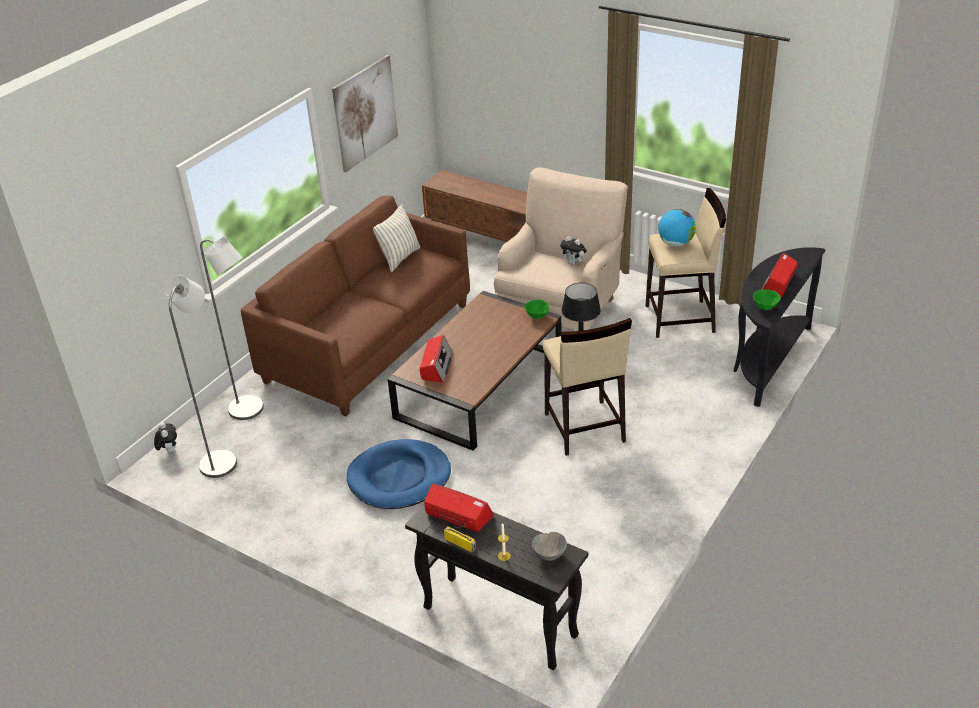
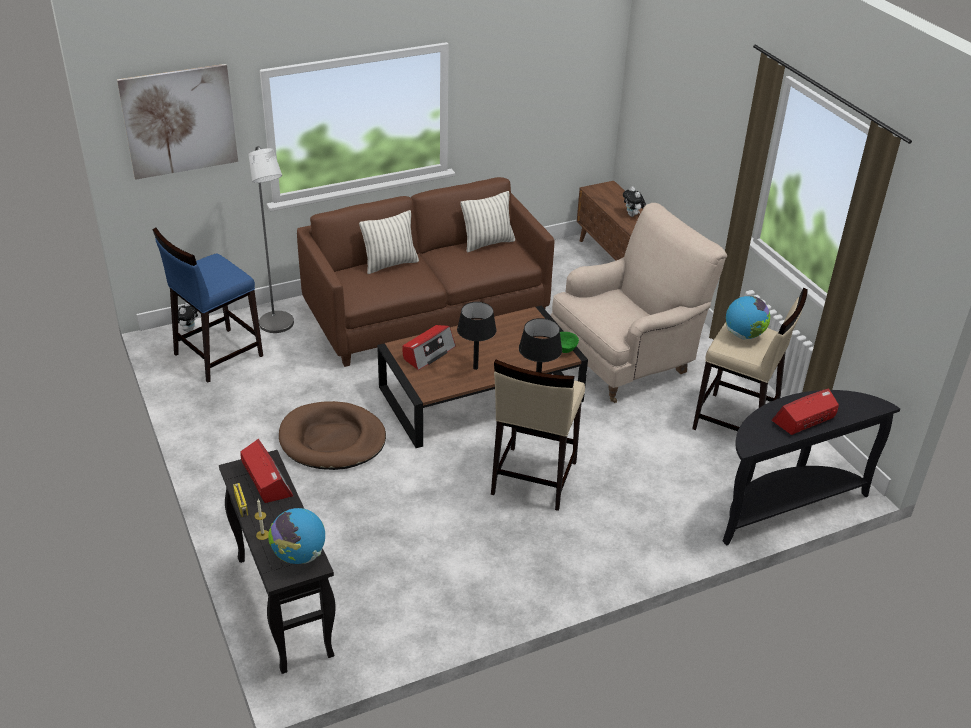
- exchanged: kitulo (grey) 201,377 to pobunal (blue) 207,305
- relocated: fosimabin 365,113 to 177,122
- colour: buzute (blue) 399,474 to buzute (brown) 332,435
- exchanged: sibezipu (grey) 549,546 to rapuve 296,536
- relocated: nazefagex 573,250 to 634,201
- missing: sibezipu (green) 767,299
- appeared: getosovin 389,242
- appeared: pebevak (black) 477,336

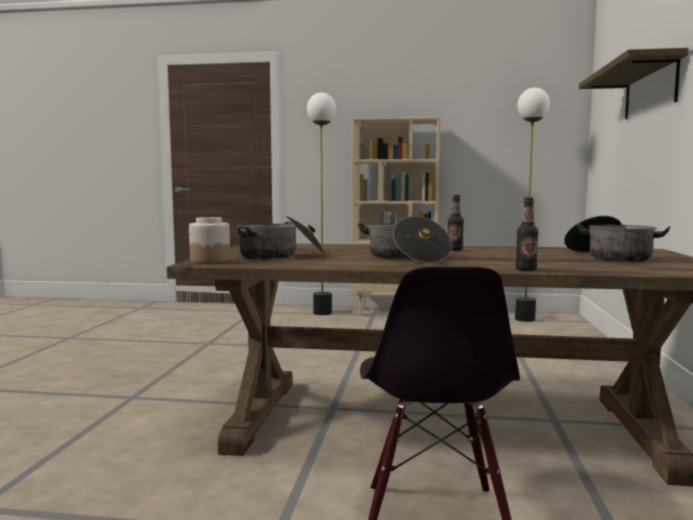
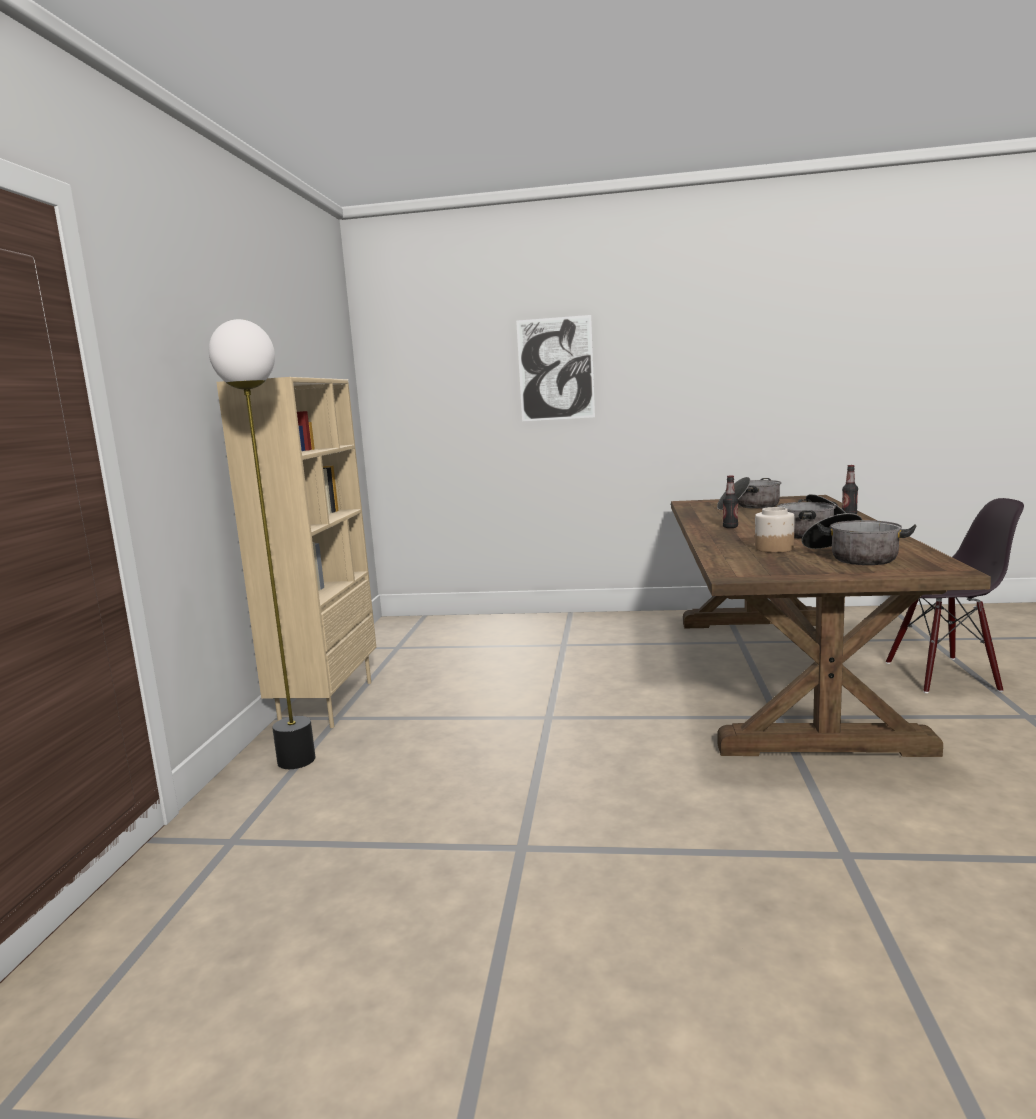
- relocated: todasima 209,240 to 775,530
- missing: kitulo 532,204
- exchanged: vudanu 634,83 to fosimabin 555,368

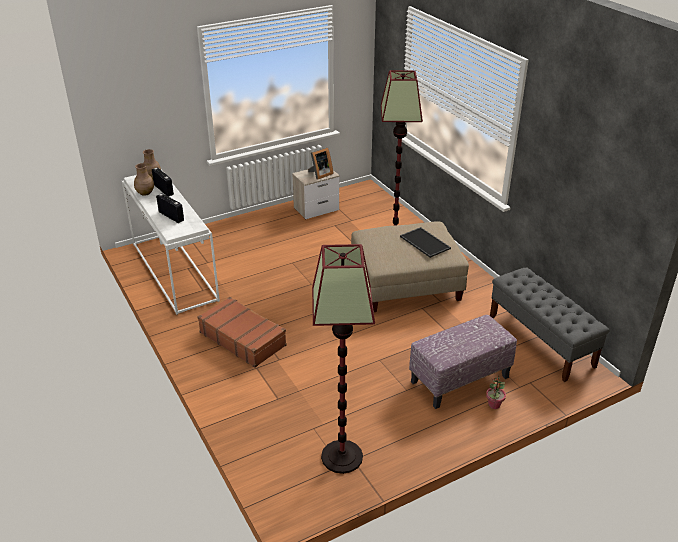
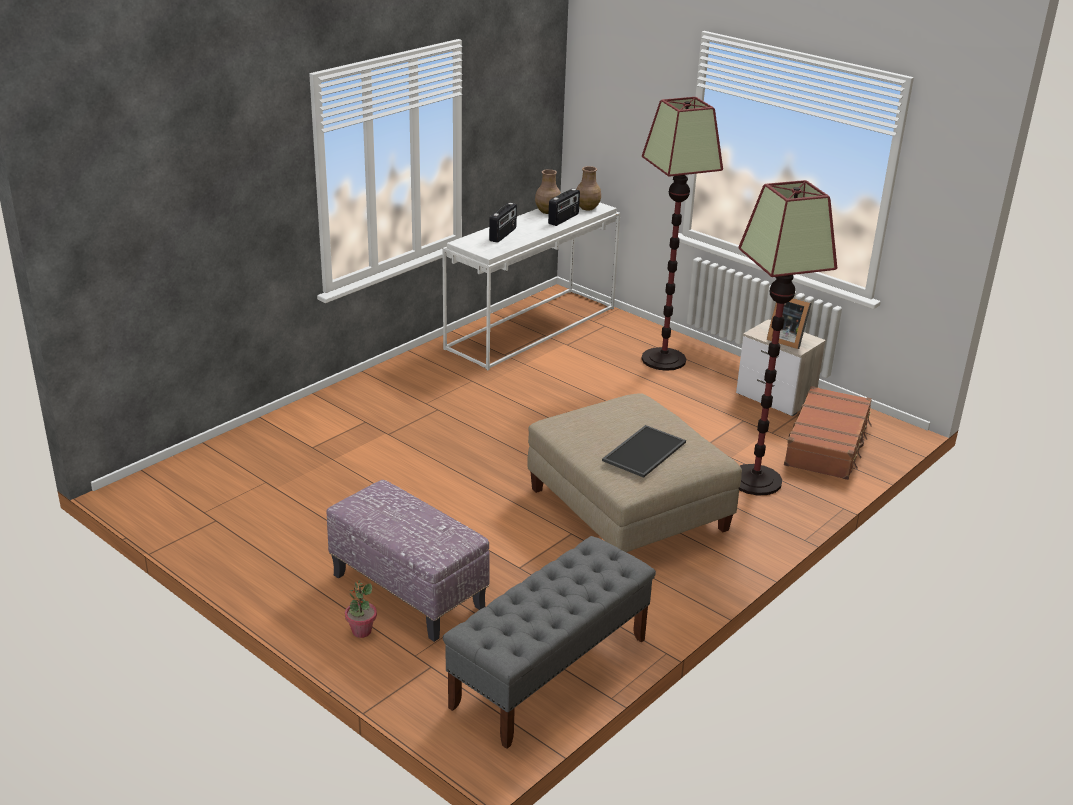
- relocated: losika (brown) 242,332 to 828,433
- relocated: kitulo 343,359 to 682,234

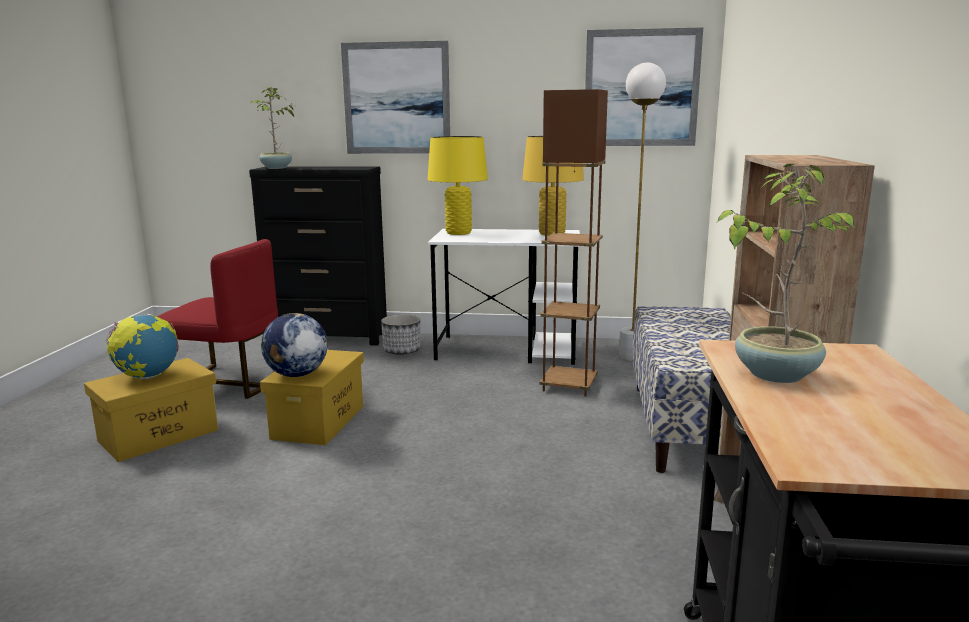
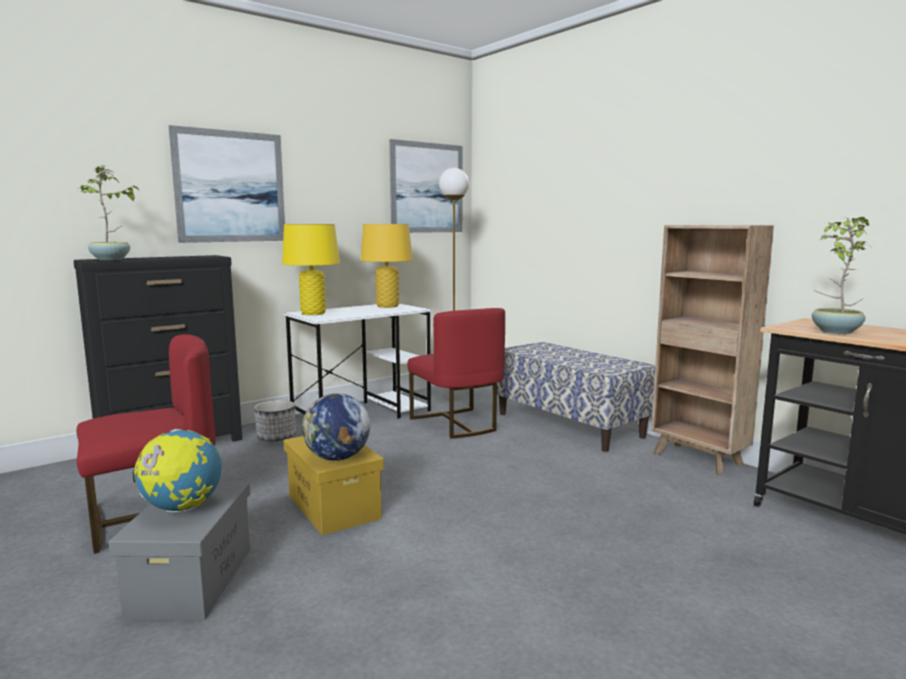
- colour: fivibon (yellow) 151,410 to fivibon (grey) 179,551
- exchanged: kitulo (brown) 574,242 to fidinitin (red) 456,373

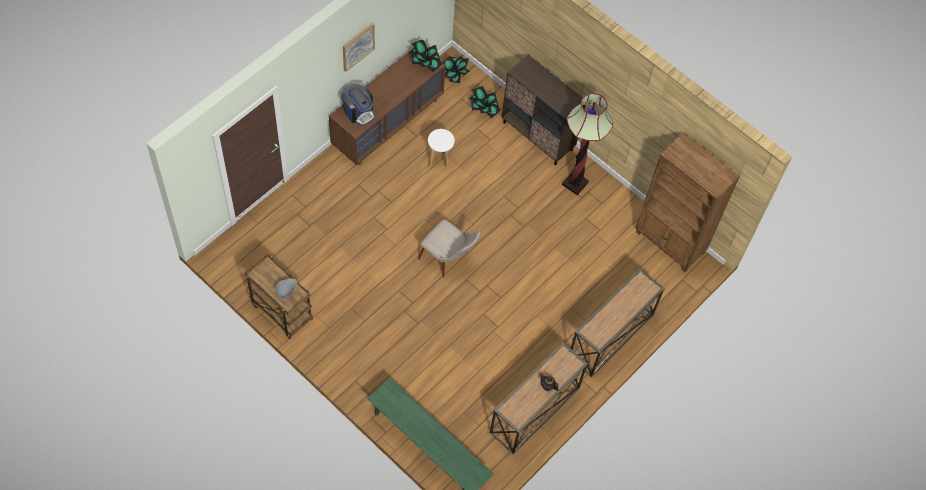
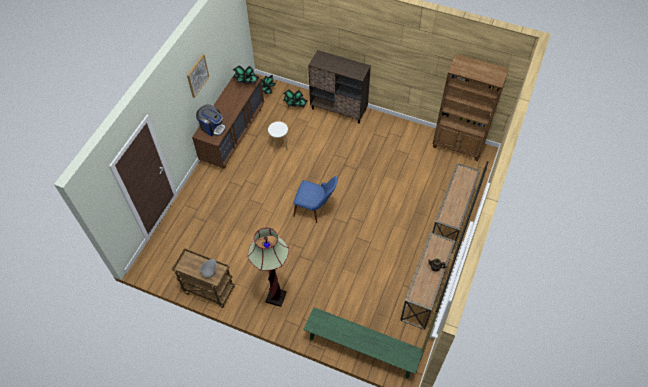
- colour: fidinitin (beige) 449,248 to fidinitin (blue) 315,199
- relocated: kitulo 587,144 to 268,267

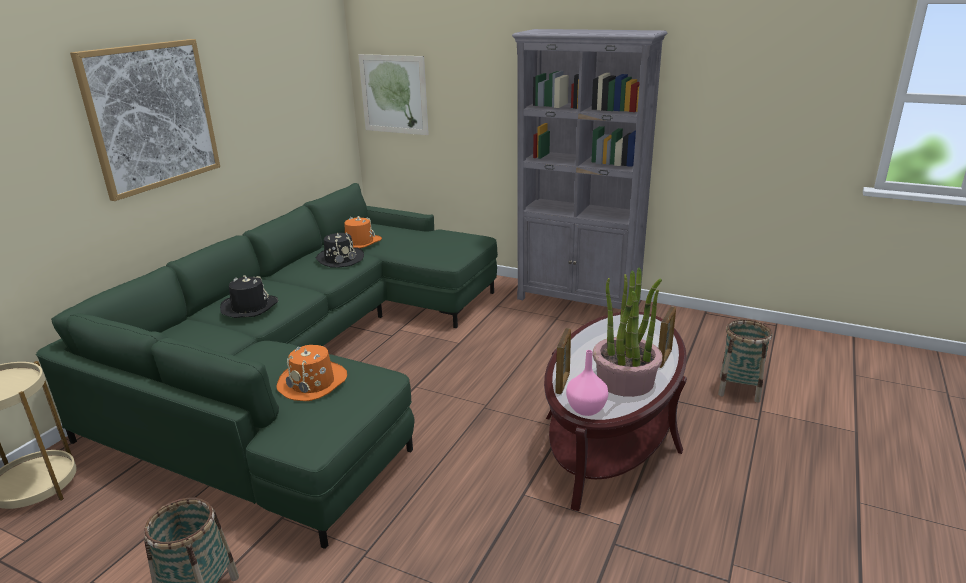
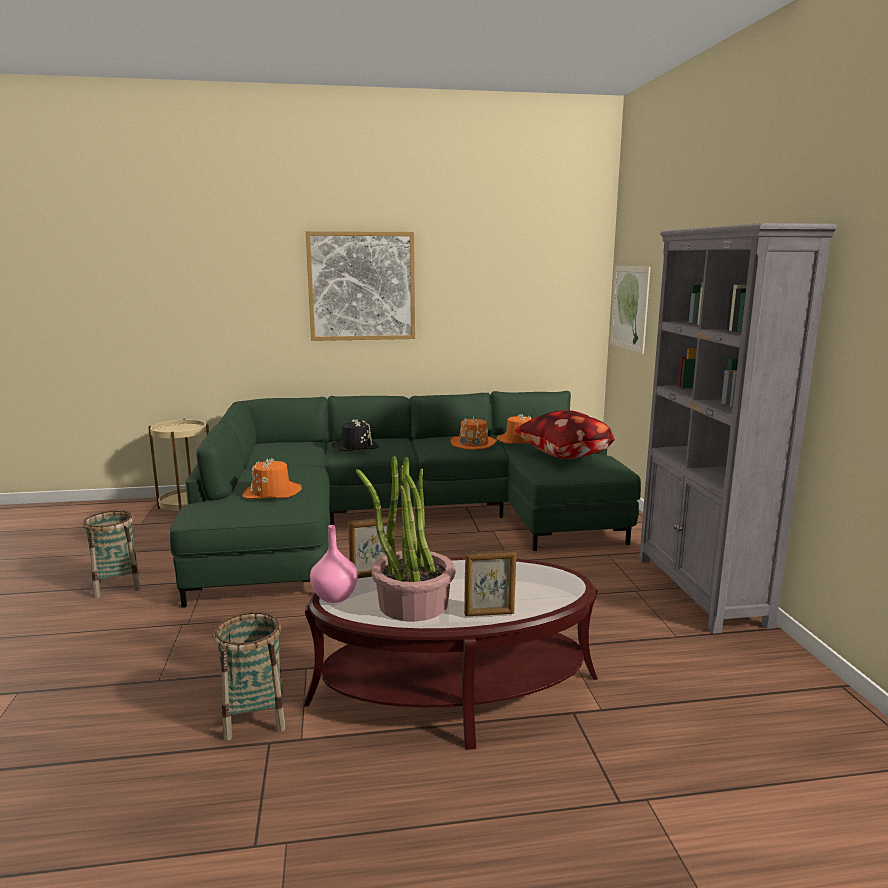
- colour: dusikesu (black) 340,250 to dusikesu (orange) 473,433
- relocated: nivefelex 745,361 to 250,676
- appeared: getosovin 564,434

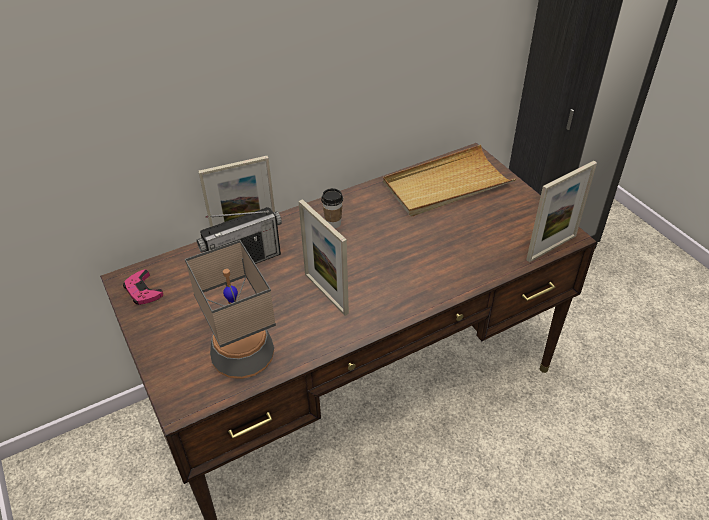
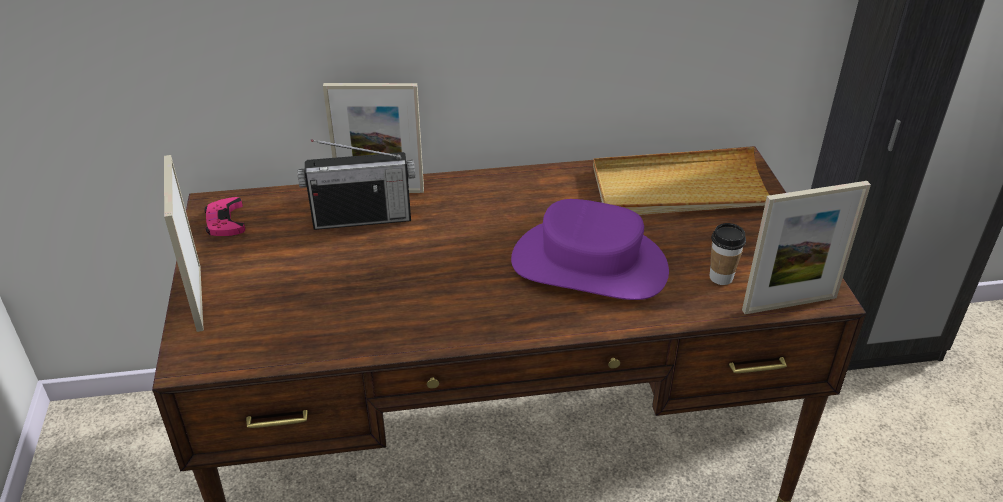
- missing: pebevak 230,309
- relocated: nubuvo 324,257 to 184,243
- relocated: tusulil 332,208 to 728,254
- appeared: dusikesu (purple) 590,249

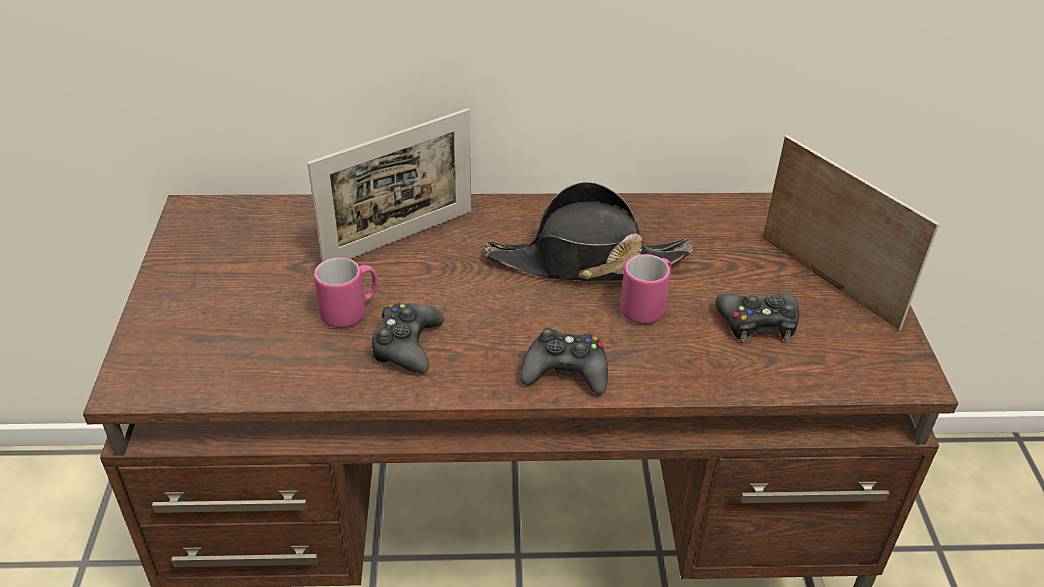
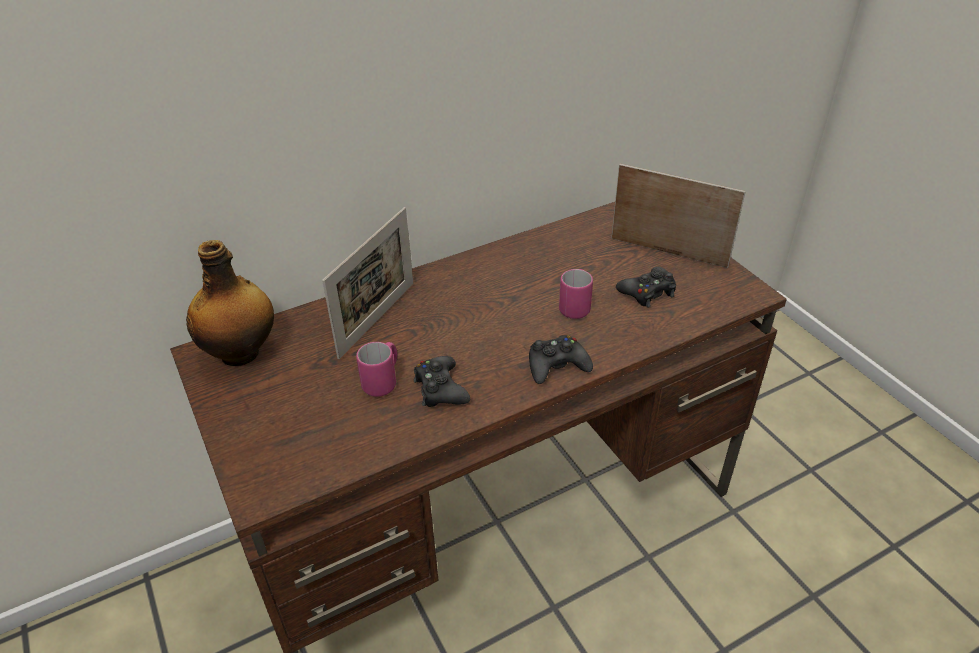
- missing: dusikesu (black) 588,231
- appeared: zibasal 230,303

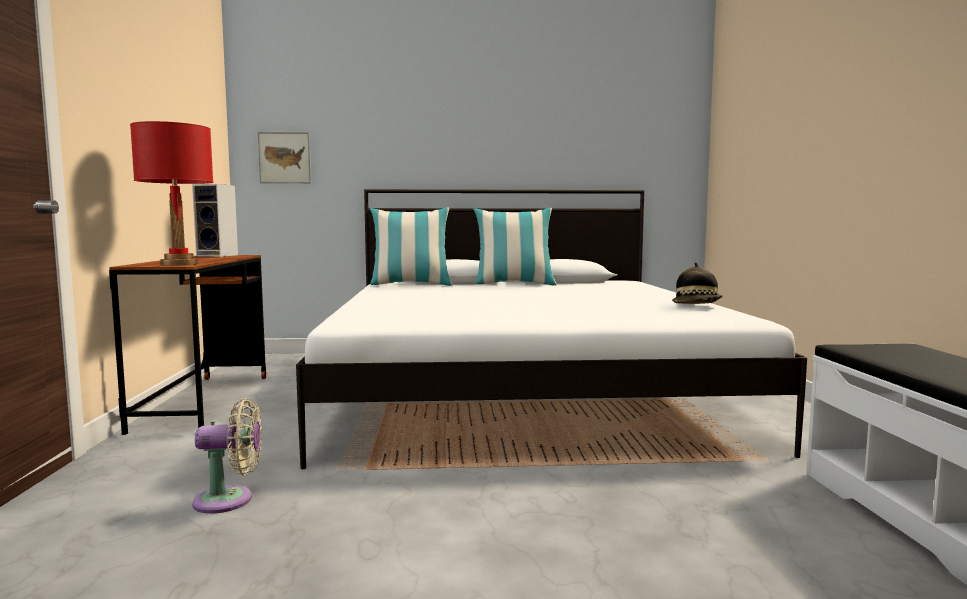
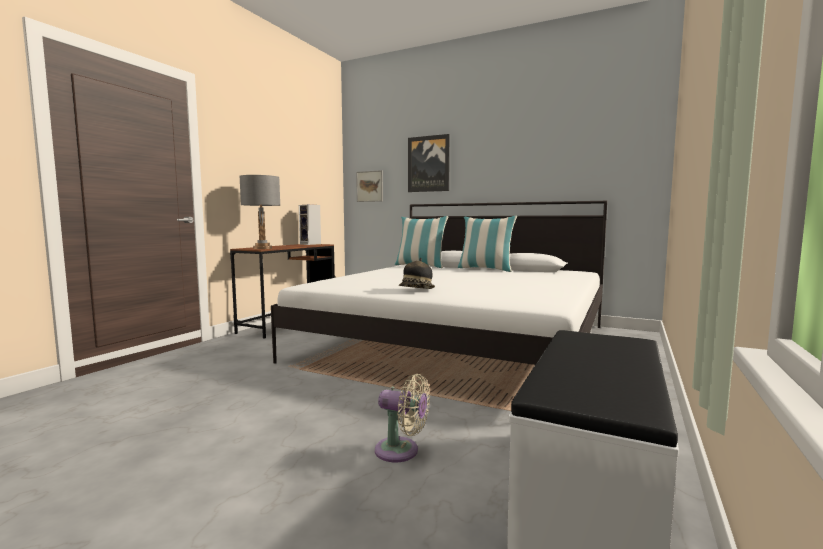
- colour: pebevak (red) 171,193 to pebevak (grey) 259,212
- relocated: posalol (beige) 227,456 to 402,418
- relocated: dusikesu 697,283 to 416,273
- appeared: fosimabin 429,163

